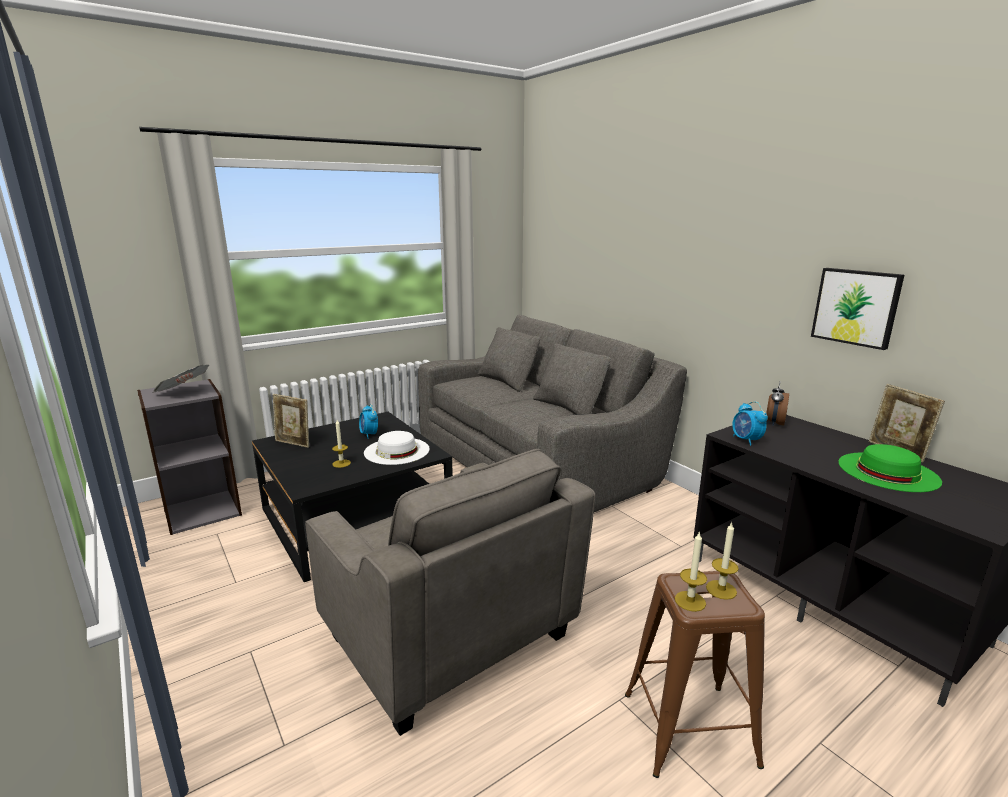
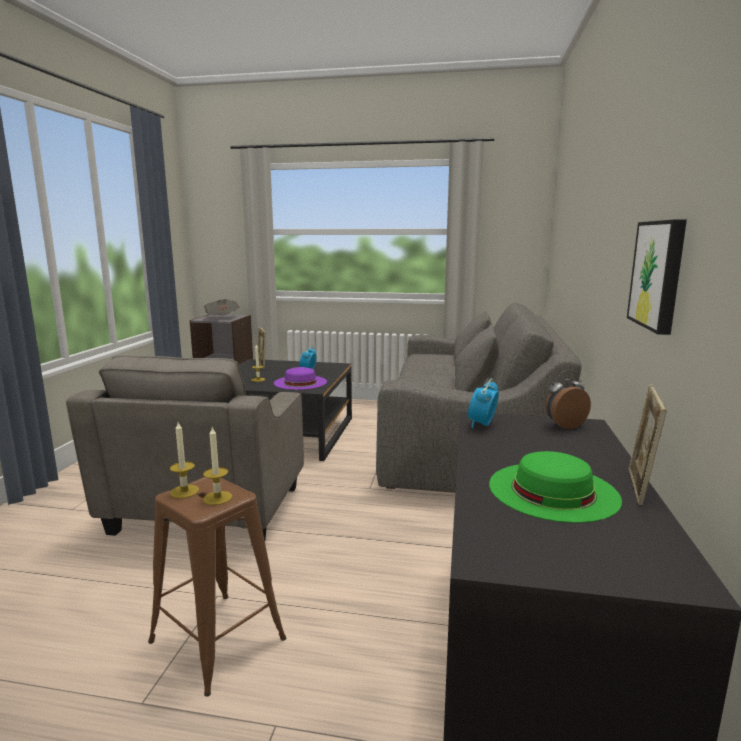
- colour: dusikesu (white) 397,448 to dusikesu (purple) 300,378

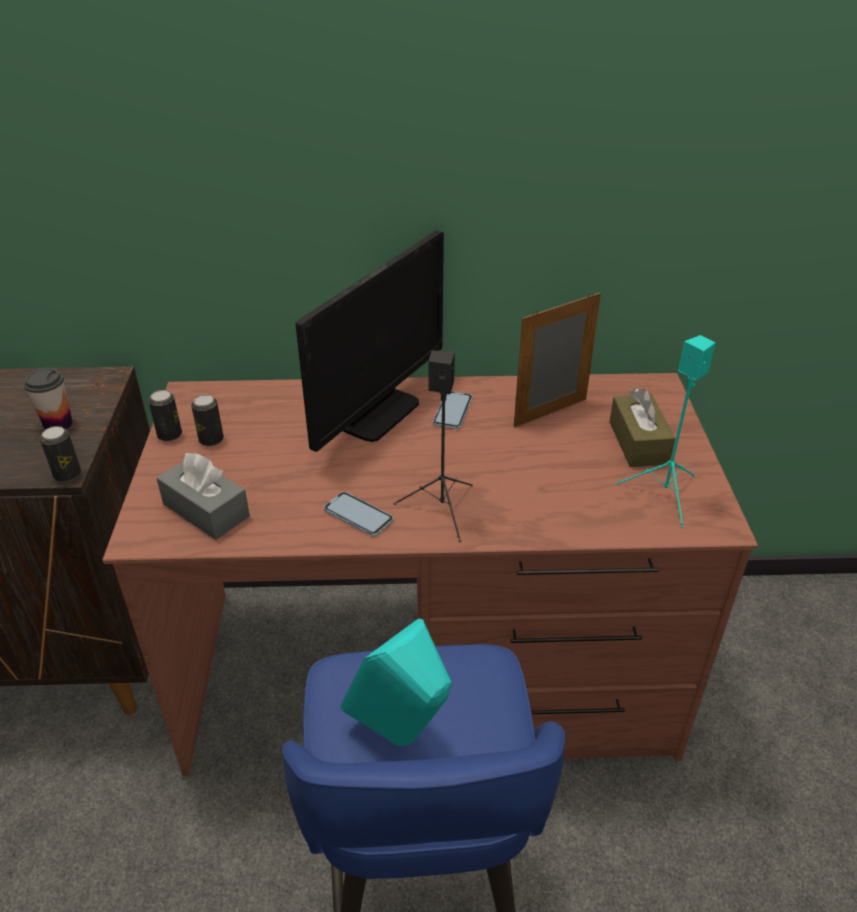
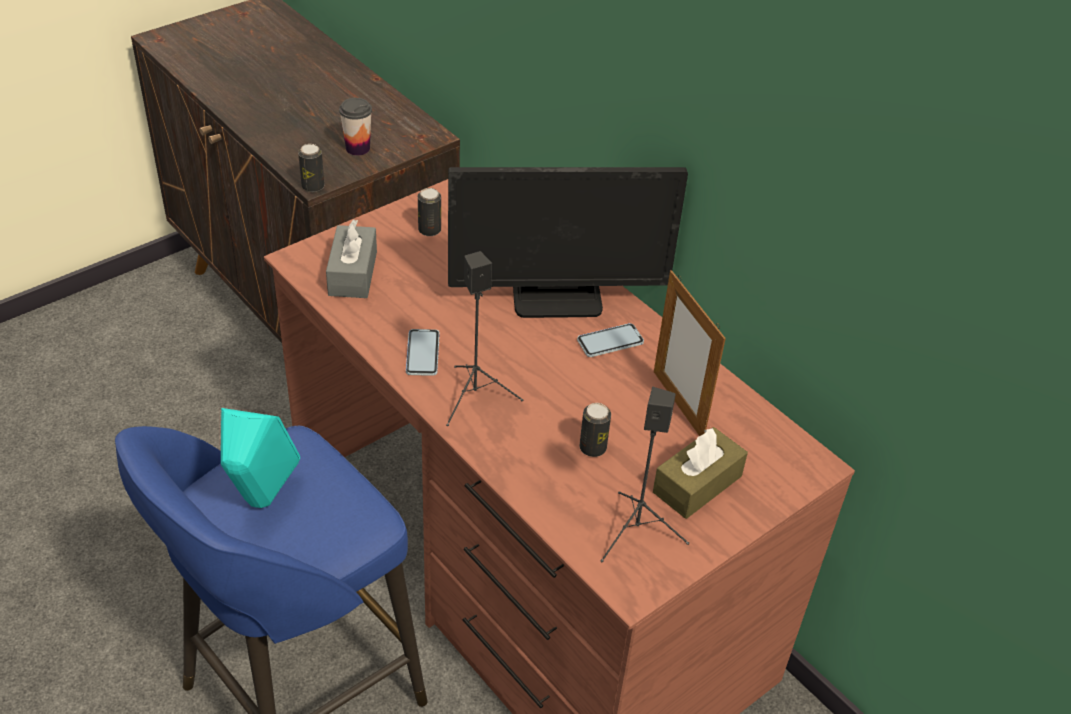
- relocated: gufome 165,415 to 595,430
- spun: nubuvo 557,360 = 690,353 135 degrees counterclockwise
- colour: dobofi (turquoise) 665,431 to dobofi (black) 645,474

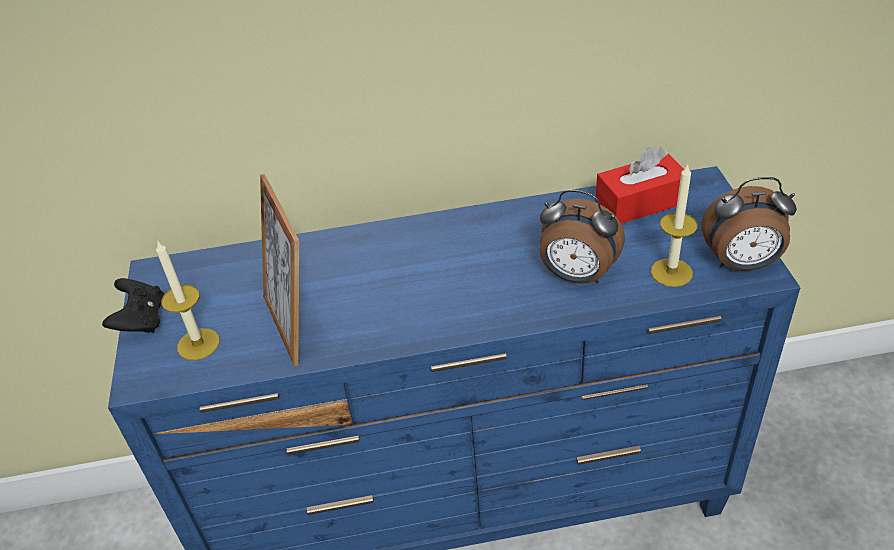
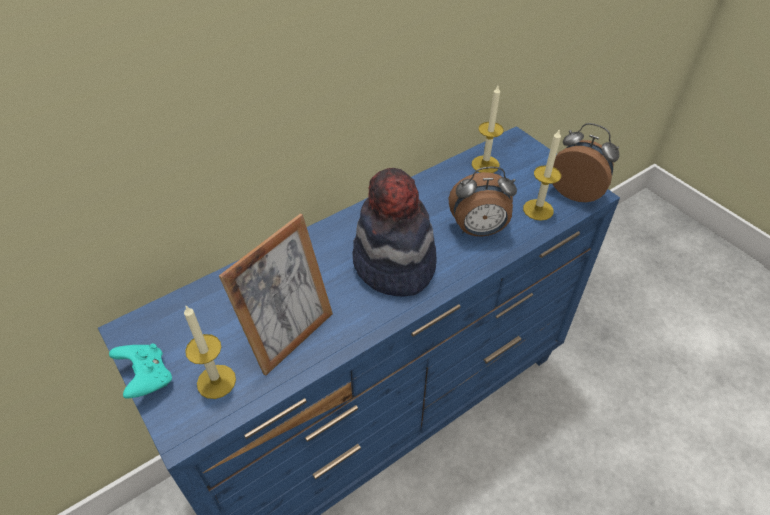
- colour: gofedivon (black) 133,305 to gofedivon (turquoise) 140,371
- spun: nubuvo 279,270 = 276,295 90 degrees counterclockwise
- exchanged: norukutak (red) 640,185 to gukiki 488,129
- spun: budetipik 749,224 = 586,162 120 degrees counterclockwise
- appeared: dusikesu 394,232

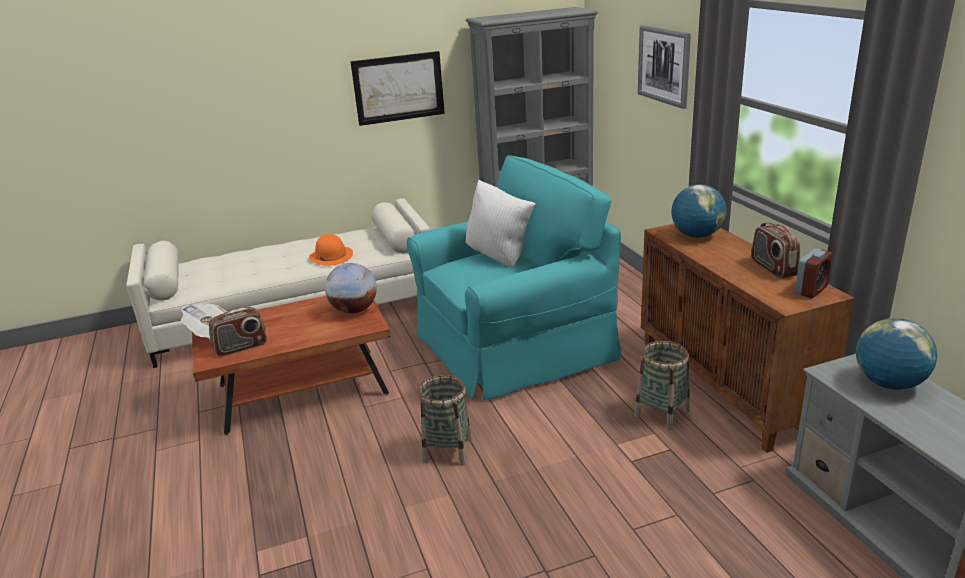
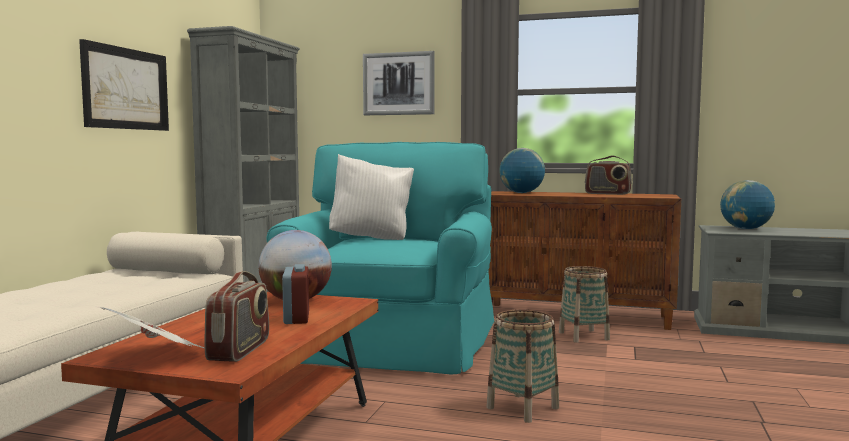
- missing: dusikesu (orange) 331,250
- relocated: budetipik 814,273 to 295,294

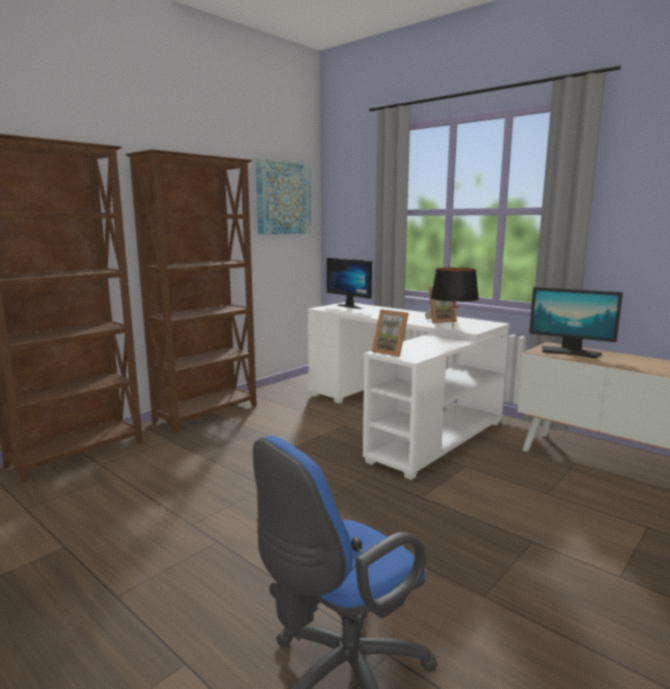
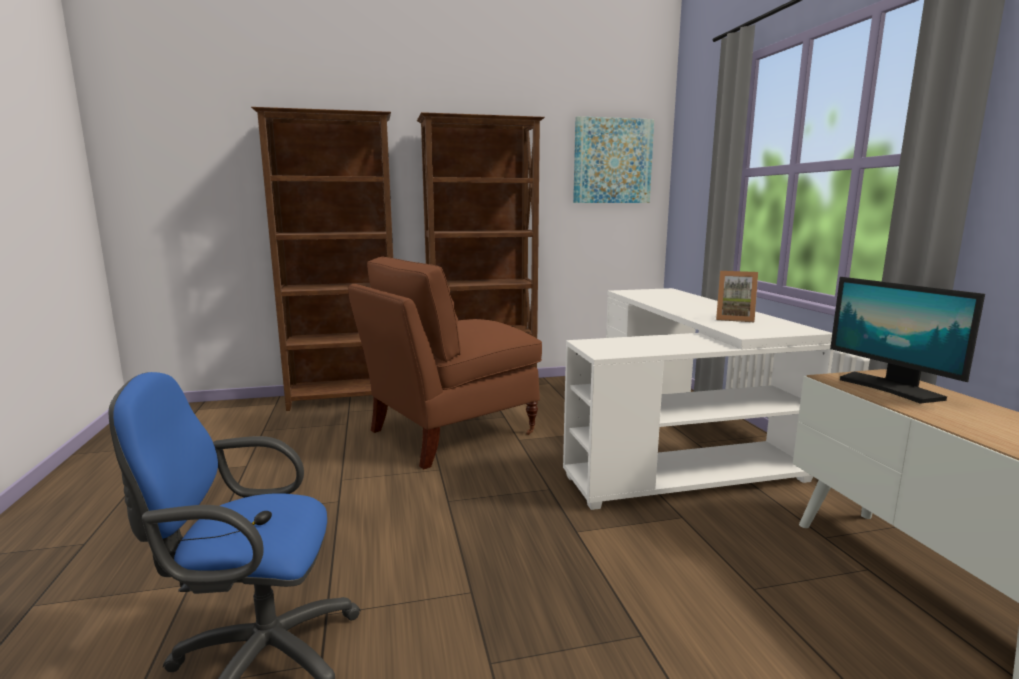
- missing: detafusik 349,283
- missing: nubuvo 390,333
- missing: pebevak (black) 454,298
- appeared: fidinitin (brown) 445,362

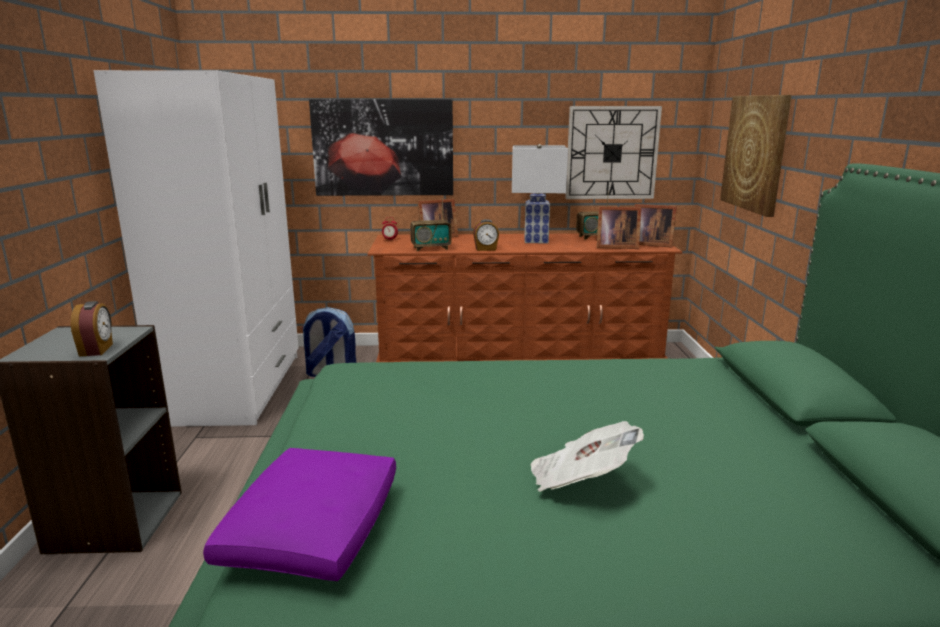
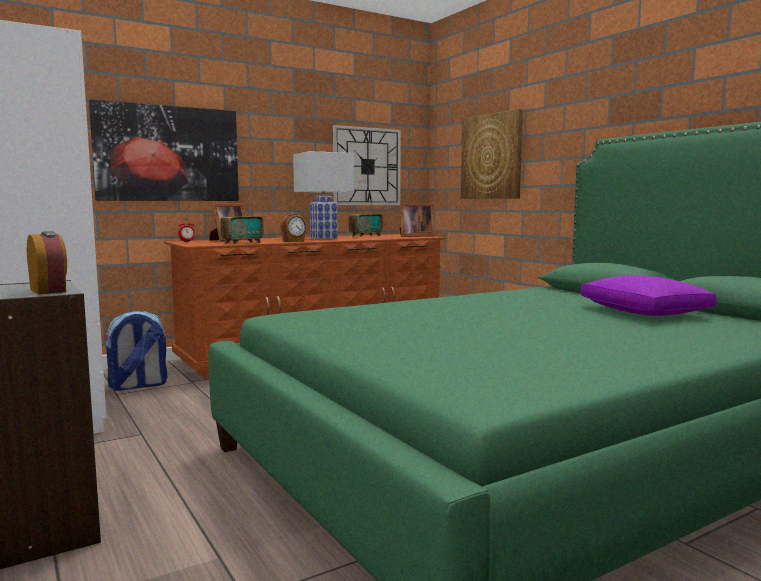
- relocated: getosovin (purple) 299,514 to 648,295
- missing: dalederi 587,456
- missing: nubuvo 619,227

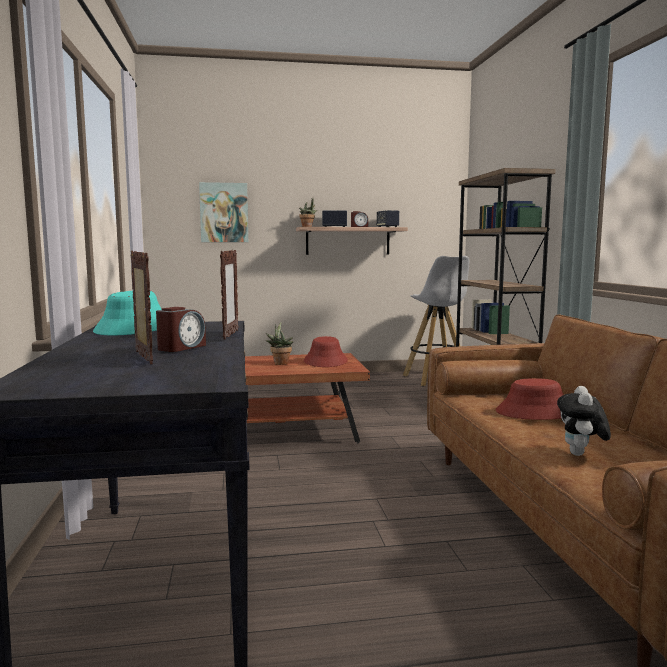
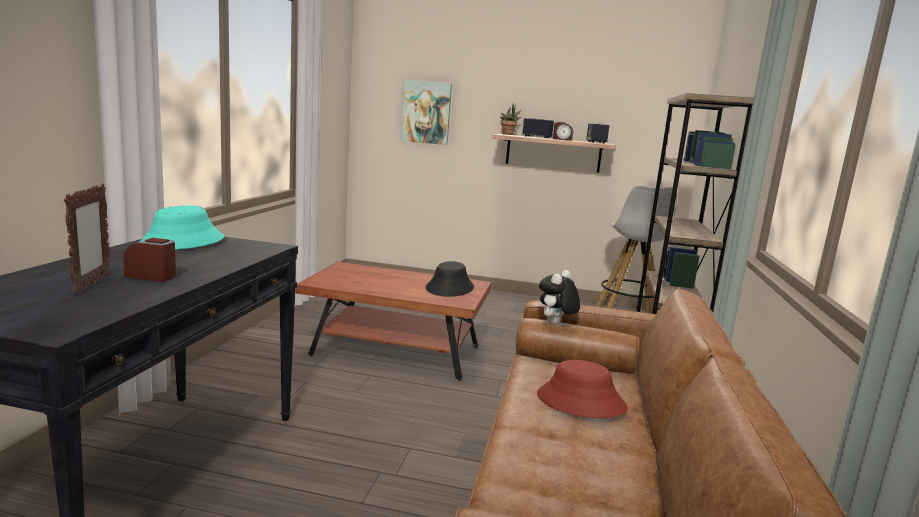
- spun: budetipik 181,329 = 149,259 135 degrees counterclockwise
- missing: nubuvo 229,295
- missing: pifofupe 279,343
- colour: dusikesu (red) 326,351 to dusikesu (black) 450,279
- relocated: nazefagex 584,421 to 559,297

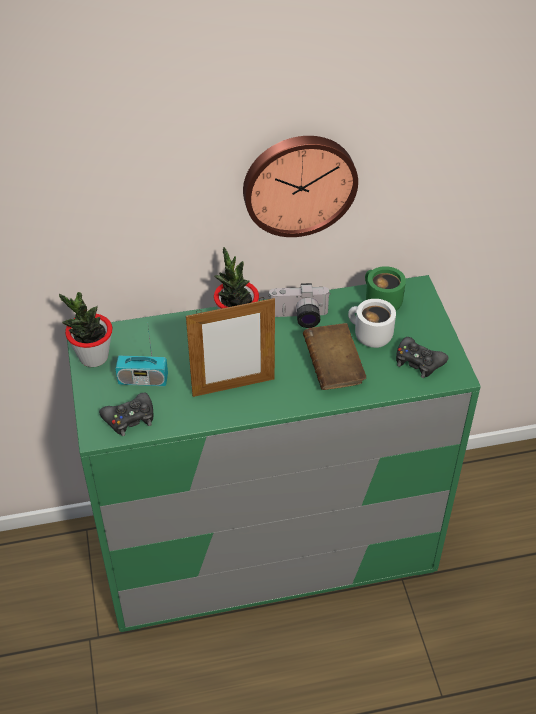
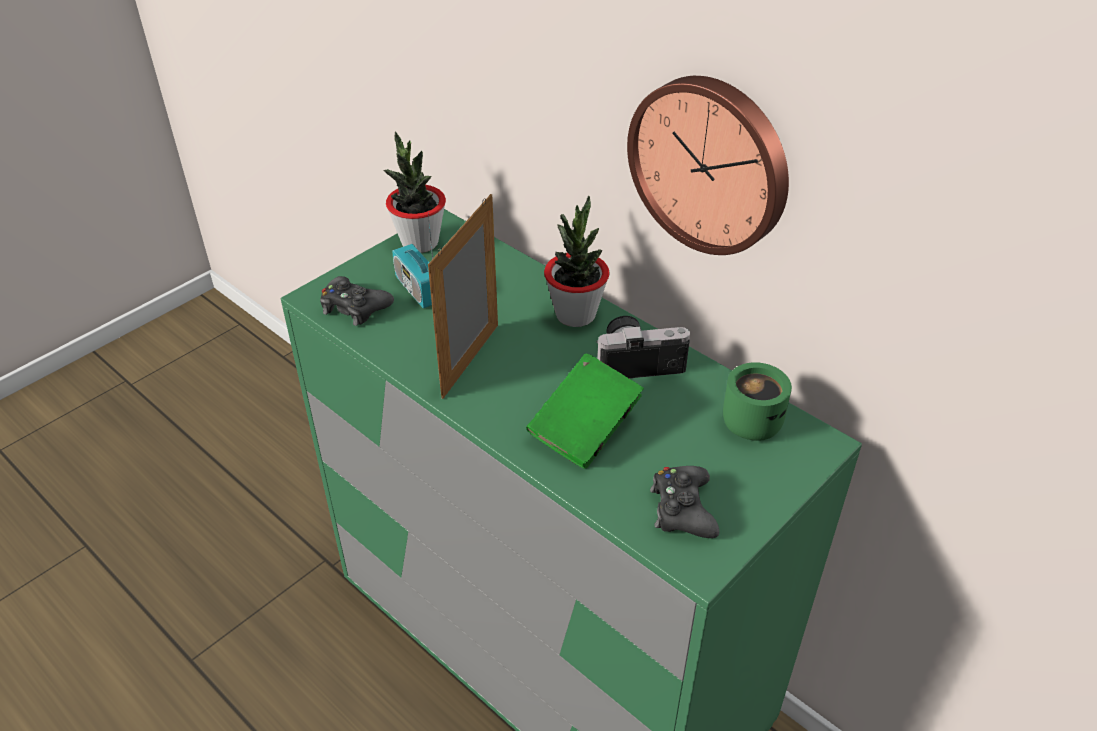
- spun: nubuvo 230,347 = 463,296 75 degrees clockwise
- spun: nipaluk 299,305 = 643,347 120 degrees clockwise
- colour: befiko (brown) 334,356 to befiko (green) 585,411
- missing: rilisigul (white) 372,323

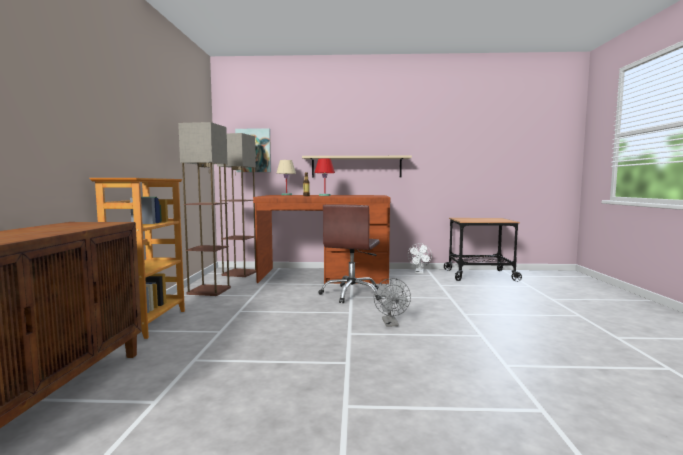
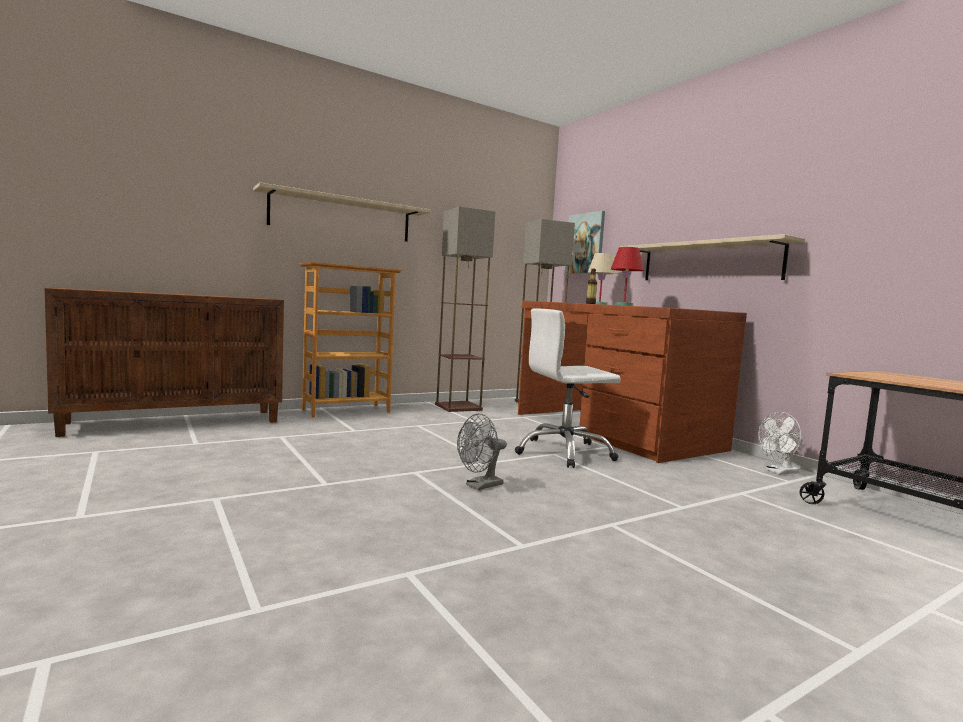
- colour: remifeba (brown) 350,253 to remifeba (white) 568,388
- appeared: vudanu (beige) 342,212

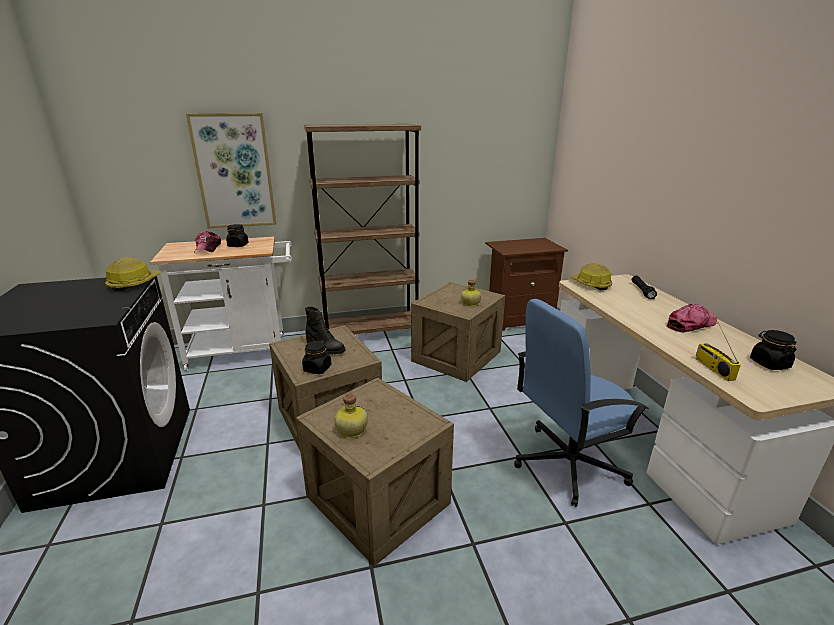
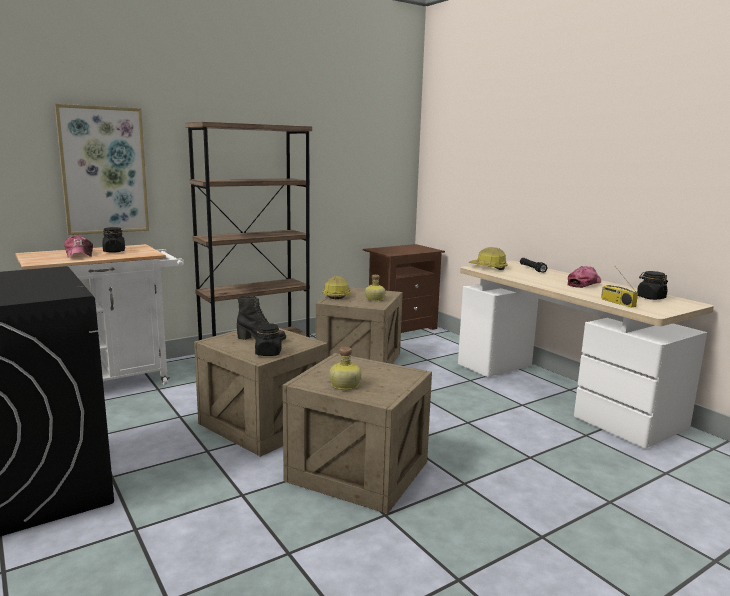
- relocated: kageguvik 133,274 to 336,287
- missing: remifeba (blue) 581,403

